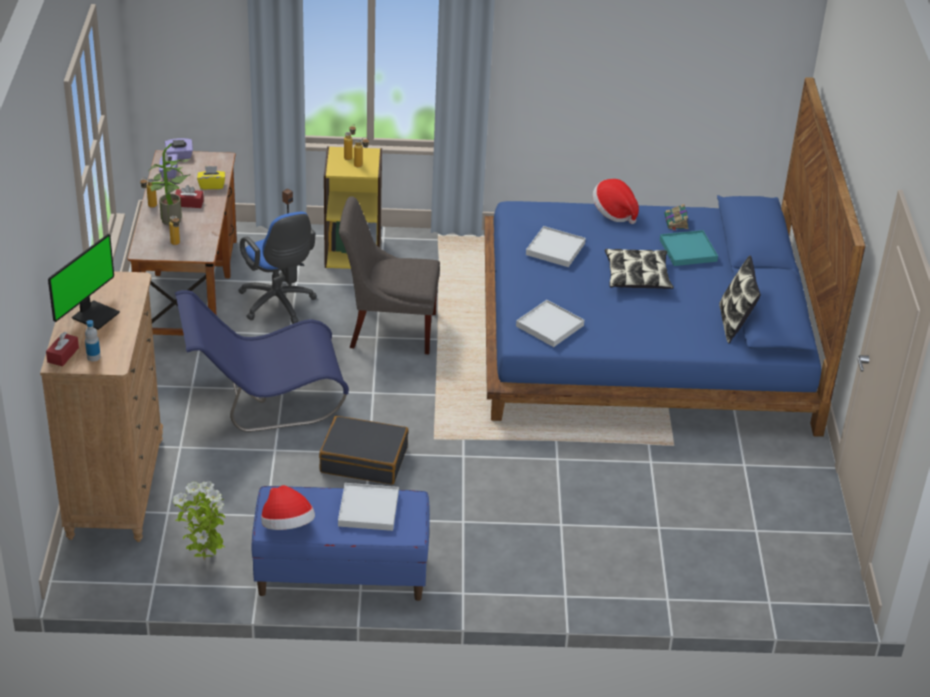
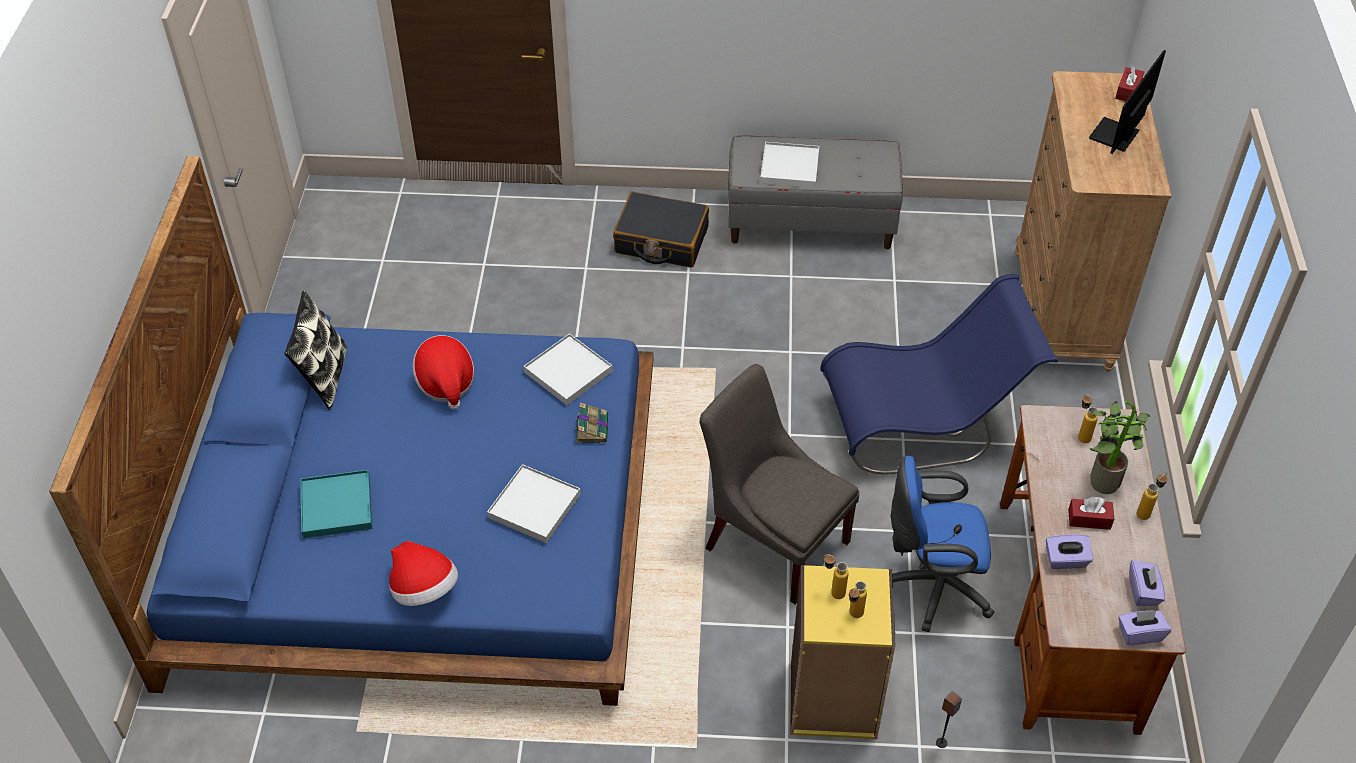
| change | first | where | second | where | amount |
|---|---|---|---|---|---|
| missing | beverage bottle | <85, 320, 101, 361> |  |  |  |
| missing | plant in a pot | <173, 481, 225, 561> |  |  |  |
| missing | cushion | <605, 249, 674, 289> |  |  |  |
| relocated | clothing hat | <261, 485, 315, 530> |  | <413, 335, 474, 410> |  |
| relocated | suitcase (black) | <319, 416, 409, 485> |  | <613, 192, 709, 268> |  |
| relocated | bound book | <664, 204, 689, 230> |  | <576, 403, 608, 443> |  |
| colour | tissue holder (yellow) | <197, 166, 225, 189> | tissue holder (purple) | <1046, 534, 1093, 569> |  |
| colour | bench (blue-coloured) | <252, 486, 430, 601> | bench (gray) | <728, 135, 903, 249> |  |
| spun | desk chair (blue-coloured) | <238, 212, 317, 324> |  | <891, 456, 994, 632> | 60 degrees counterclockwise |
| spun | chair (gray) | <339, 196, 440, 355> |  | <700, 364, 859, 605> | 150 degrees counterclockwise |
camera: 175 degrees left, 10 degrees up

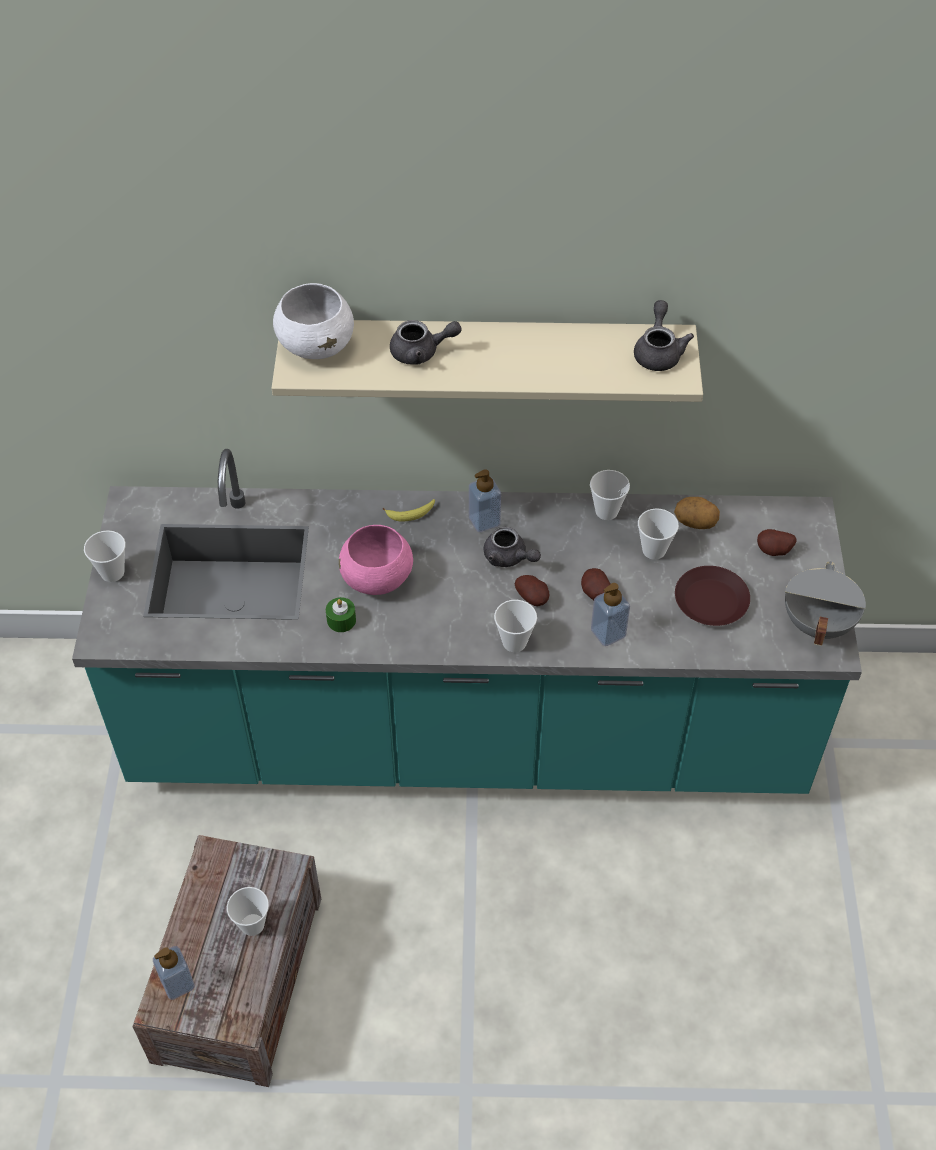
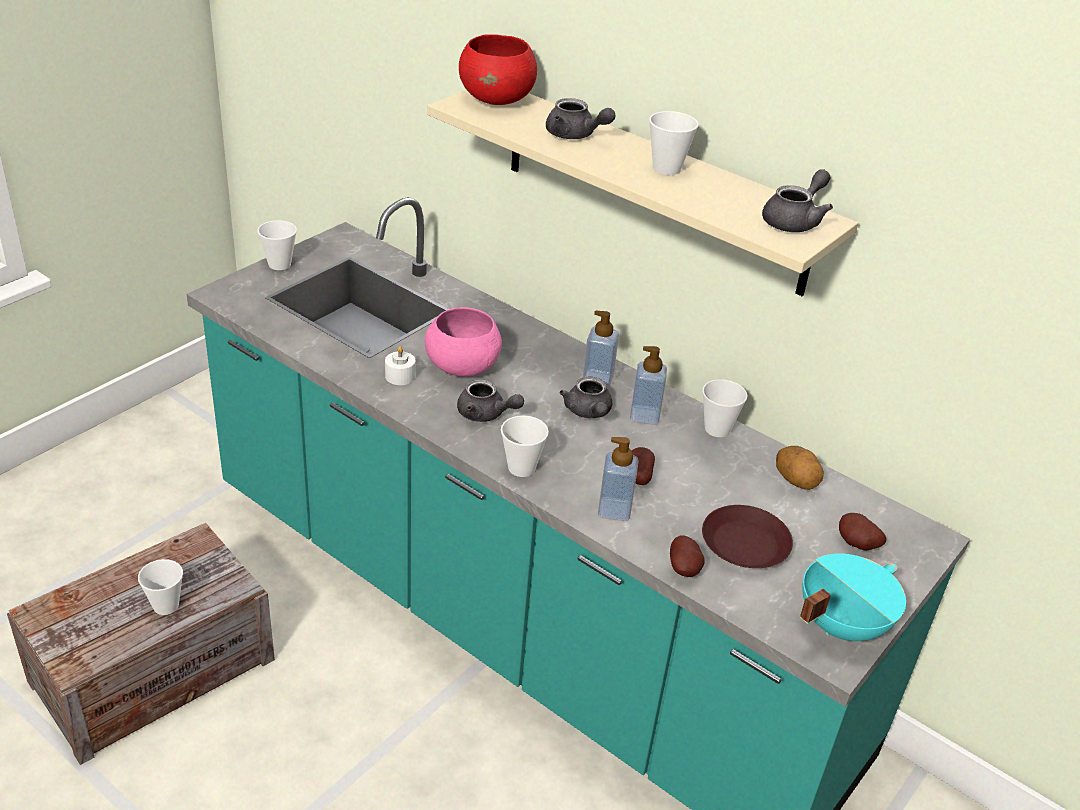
| change | first | where | second | where | amount |
|---|---|---|---|---|---|
| missing | banana | <383, 499, 435, 522> |  |  |  |
| appeared |  |  | tea pot (gray) | <457, 379, 524, 422> |  |
| relocated | soap dispenser | <153, 946, 195, 1000> |  | <630, 346, 667, 425> |  |
| relocated | potato | <515, 575, 549, 606> |  | <670, 535, 705, 577> |  |
| relocated | drinking cup | <638, 508, 679, 560> |  | <649, 111, 699, 175> |  |
| colour | bowl (white) | <273, 283, 354, 359> | bowl (red) | <459, 34, 537, 105> |  |
| colour | wax light (green) | <326, 597, 356, 632> | wax light (white) | <385, 346, 415, 385> |  |
| colour | cooking pot (gray) | <785, 561, 866, 646> | cooking pot (blue-green) | <800, 553, 906, 641> |  |
camera: 35 degrees right, 15 degrees down

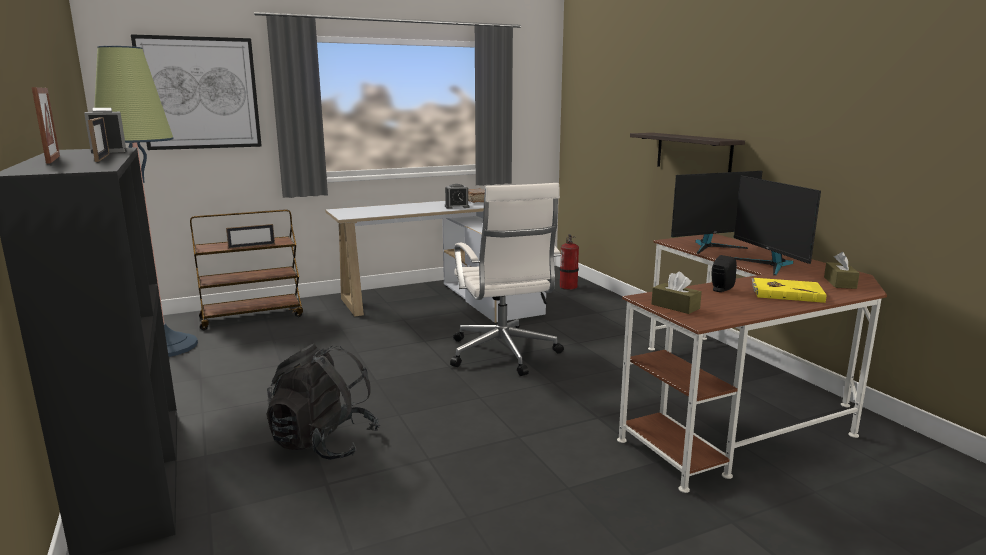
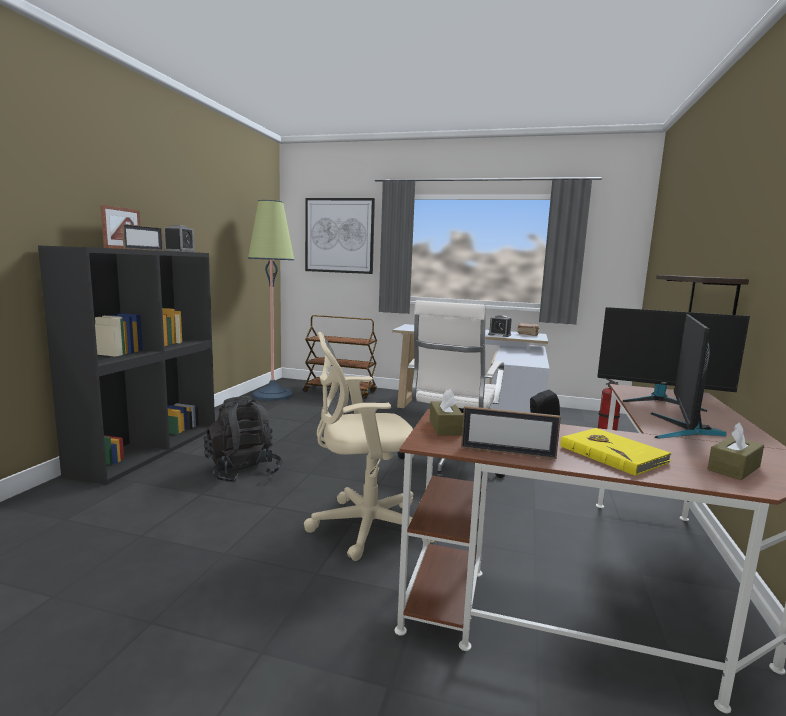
| change | first | where | second | where | amount |
|---|---|---|---|---|---|
| appeared |  |  | desk chair (beige-coloured) | <304, 332, 435, 561> |  |
| relocated | standing frame | <226, 224, 275, 249> |  | <461, 406, 561, 459> |  |
camera: 40 degrees right, 5 degrees down

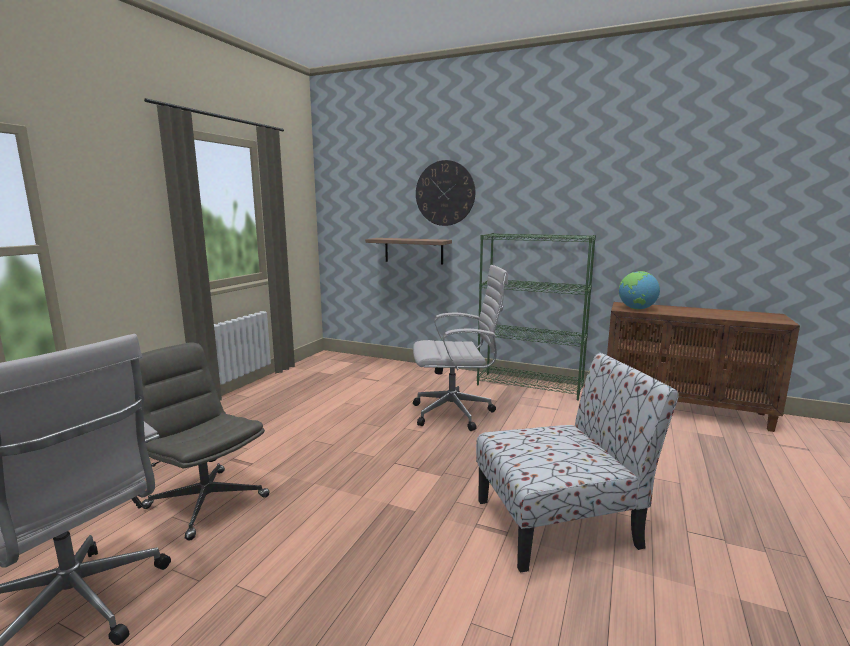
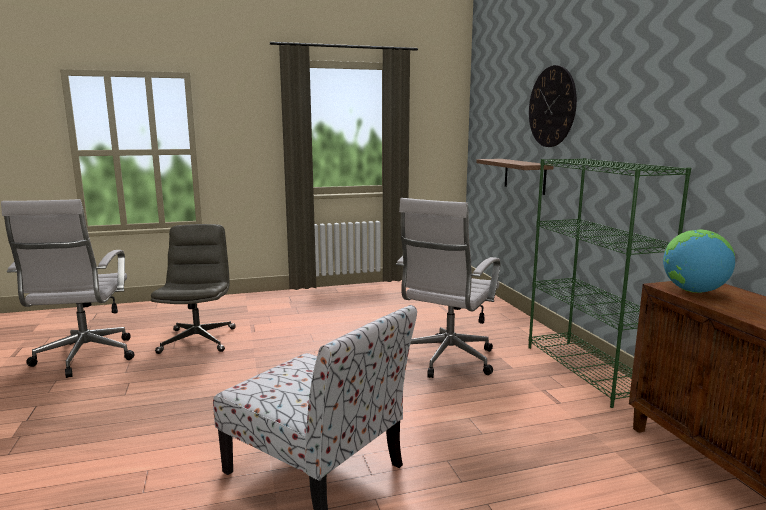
| change | first | where | second | where | amount |
|---|---|---|---|---|---|
| spun | desk chair (white) | <413, 265, 508, 431> |  | <396, 198, 500, 378> | 75 degrees clockwise |
camera: 50 degrees right, 0 degrees up

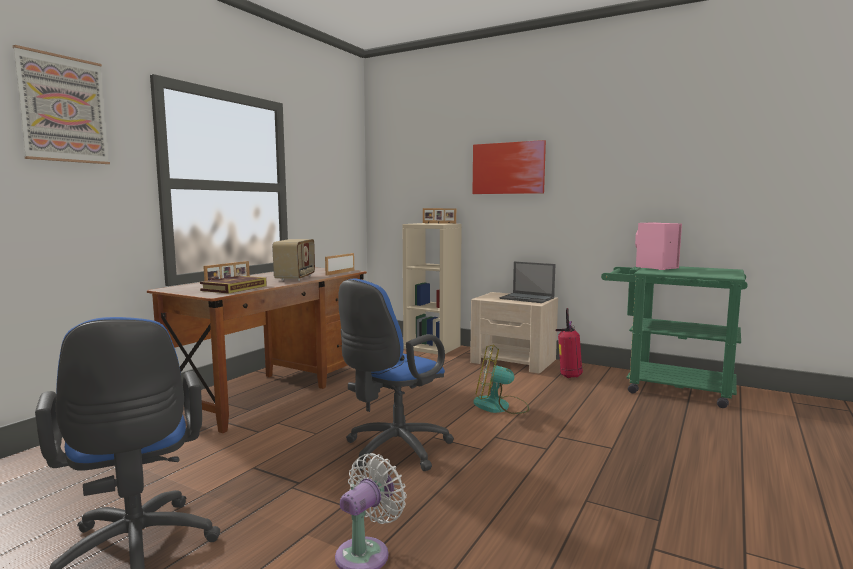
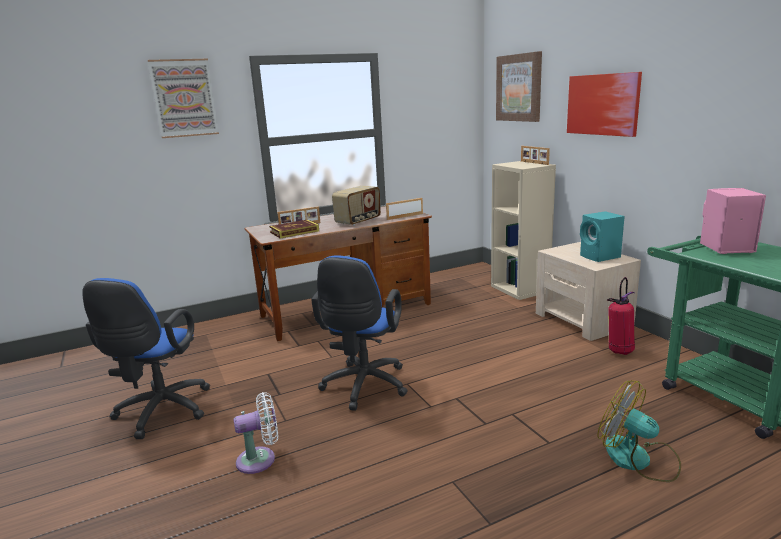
| change | first | where | second | where | amount |
|---|---|---|---|---|---|
| appeared |  |  | picture | <496, 51, 542, 122> |  |
| relocated | fan | <473, 344, 529, 414> |  | <598, 381, 681, 482> |  |
| exchanged | portable computer | <500, 261, 555, 303> | loudspeaker (blue-green) | <580, 211, 625, 262> |  |
| spun | desk chair (blue-coloured) | <338, 279, 454, 471> |  | <311, 255, 408, 411> | 60 degrees counterclockwise |
camera: 35 degrees right, 10 degrees up

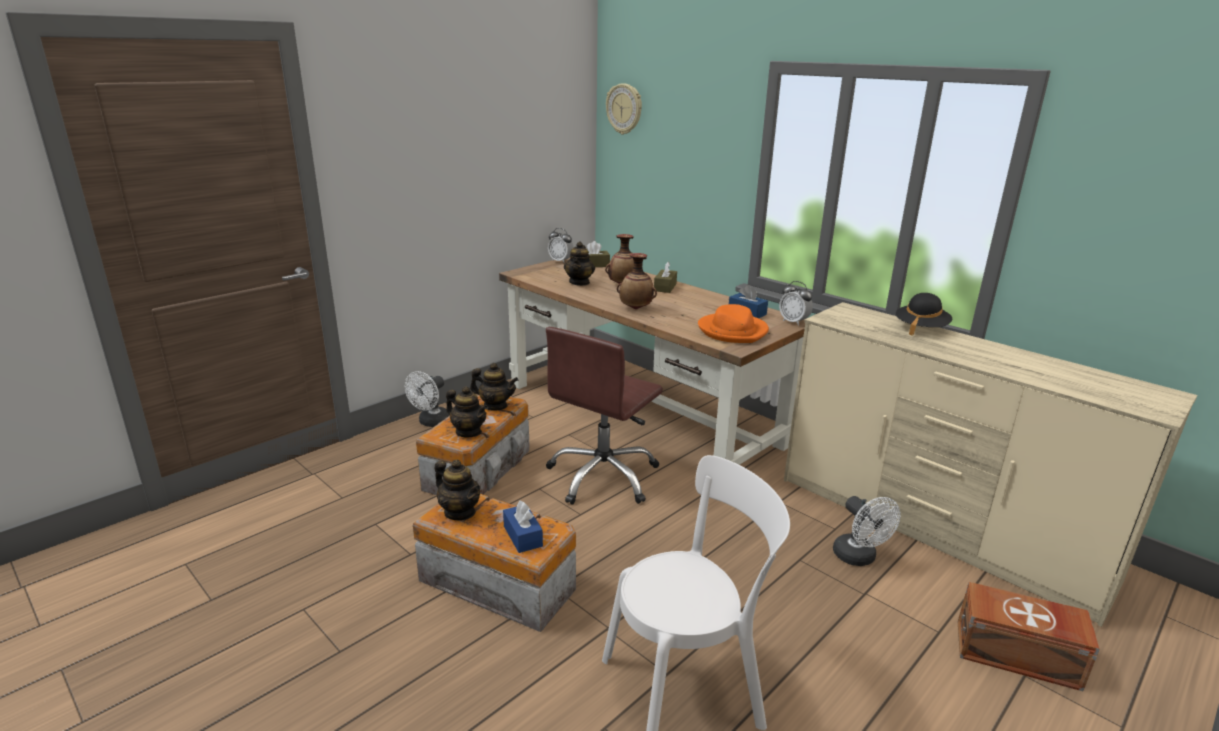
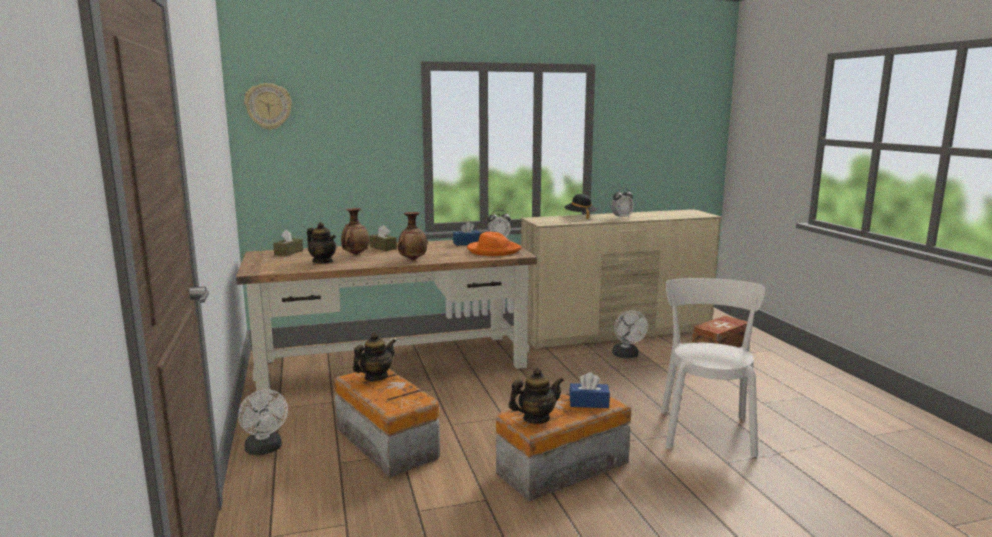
| change | first | where | second | where | amount |
|---|---|---|---|---|---|
| missing | tea pot | <446, 386, 488, 437> |  |  |  |
| missing | desk chair (brownish) | <546, 327, 663, 505> |  |  |  |
| relocated | bedside clock | <548, 228, 573, 262> |  | <611, 188, 634, 218> |  |
| spun | fan (white) | <833, 496, 901, 566> |  | <612, 310, 648, 358> | 75 degrees clockwise |
camera: 60 degrees left, 10 degrees down

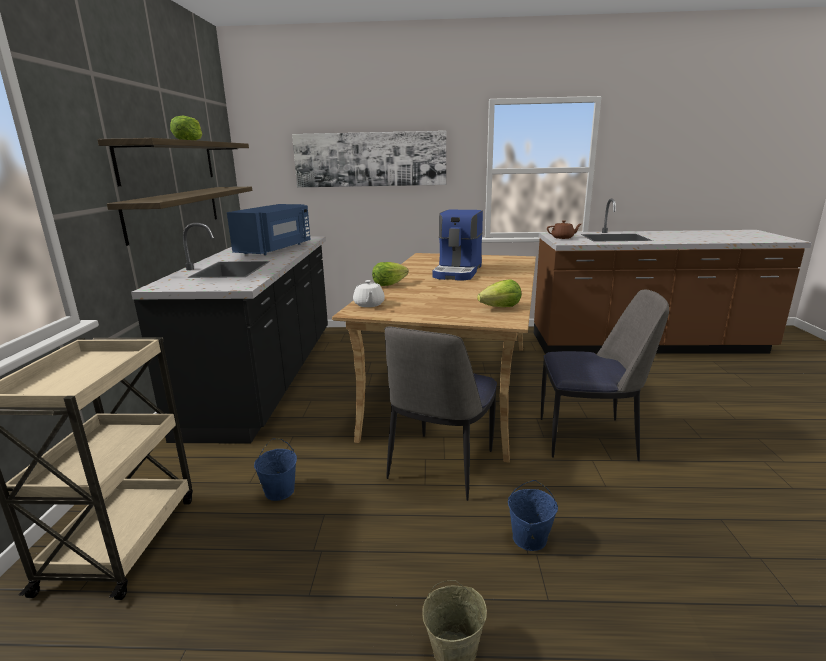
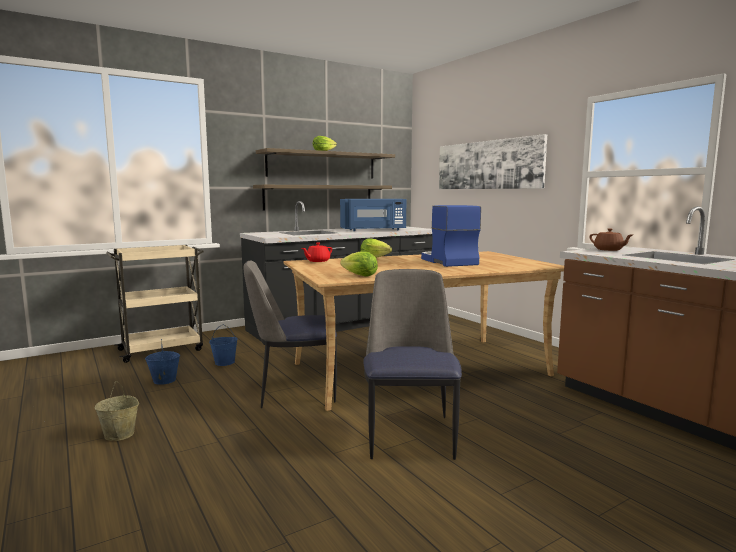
| change | first | where | second | where | amount |
|---|---|---|---|---|---|
| relocated | bucket (blue-coloured) | <508, 480, 558, 551> |  | <145, 339, 180, 385> |  |
| colour | tea pot (white) | <353, 280, 385, 307> | tea pot (red) | <302, 242, 332, 262> |  |
| spun | coffee maker | <433, 210, 483, 281> |  | <421, 205, 481, 267> | 90 degrees clockwise |
| spun | chair | <541, 290, 669, 461> |  | <364, 269, 462, 460> | 150 degrees counterclockwise |
camera: 55 degrees right, 10 degrees down

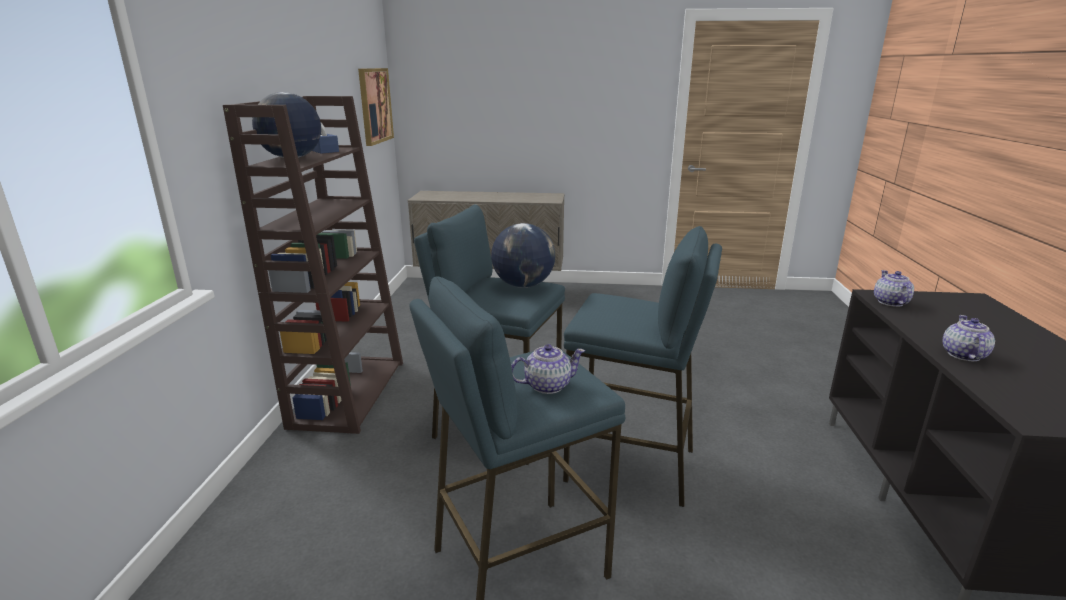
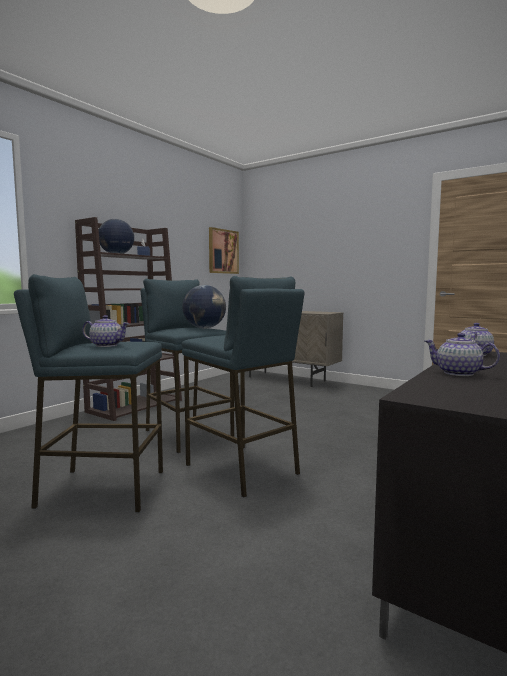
| change | first | where | second | where | amount |
|---|---|---|---|---|---|
| spun | tea pot | <942, 315, 995, 361> |  | <425, 333, 500, 376> | 105 degrees counterclockwise |
camera: 30 degrees right, 15 degrees down

